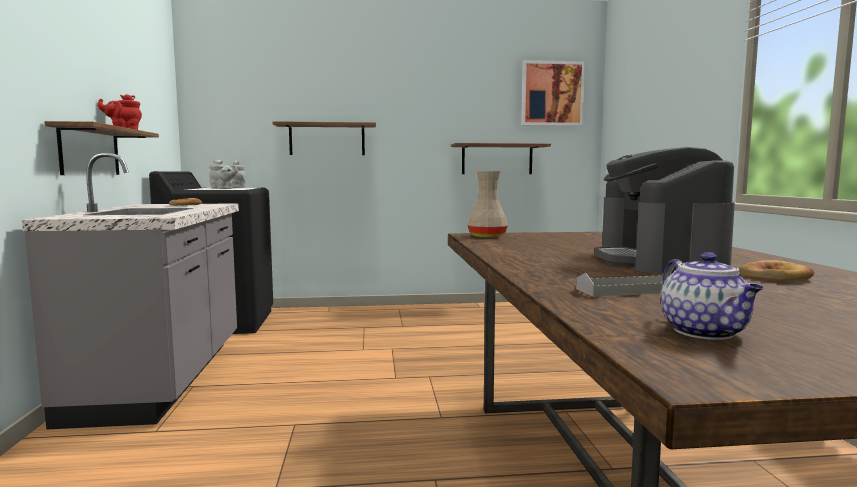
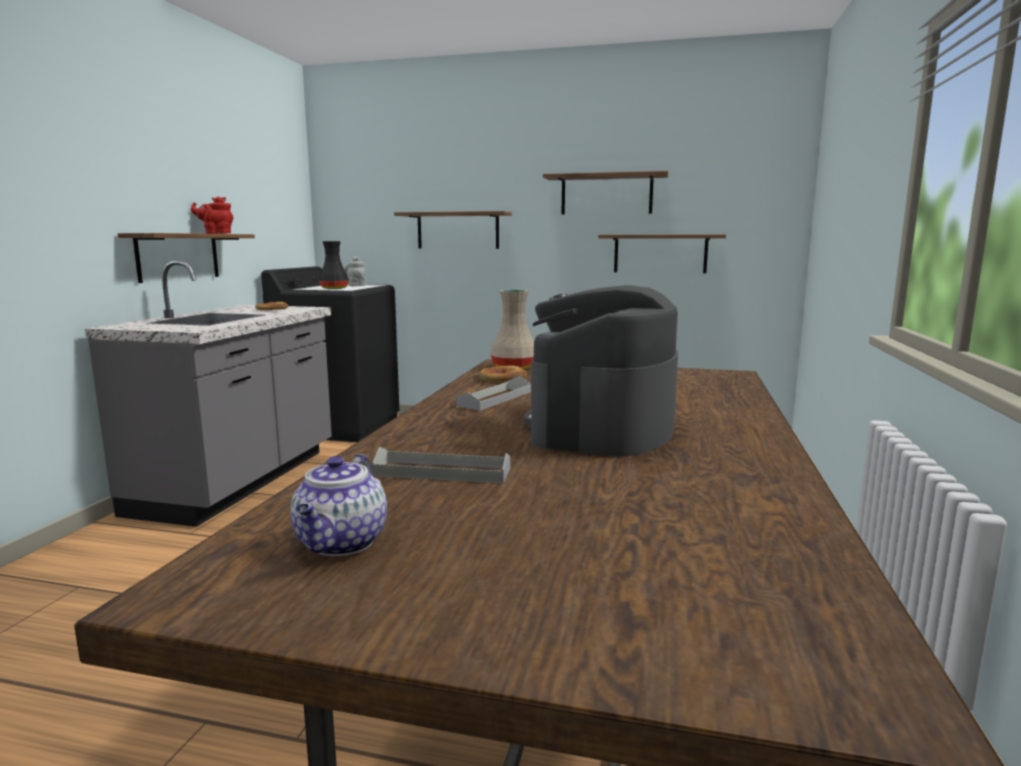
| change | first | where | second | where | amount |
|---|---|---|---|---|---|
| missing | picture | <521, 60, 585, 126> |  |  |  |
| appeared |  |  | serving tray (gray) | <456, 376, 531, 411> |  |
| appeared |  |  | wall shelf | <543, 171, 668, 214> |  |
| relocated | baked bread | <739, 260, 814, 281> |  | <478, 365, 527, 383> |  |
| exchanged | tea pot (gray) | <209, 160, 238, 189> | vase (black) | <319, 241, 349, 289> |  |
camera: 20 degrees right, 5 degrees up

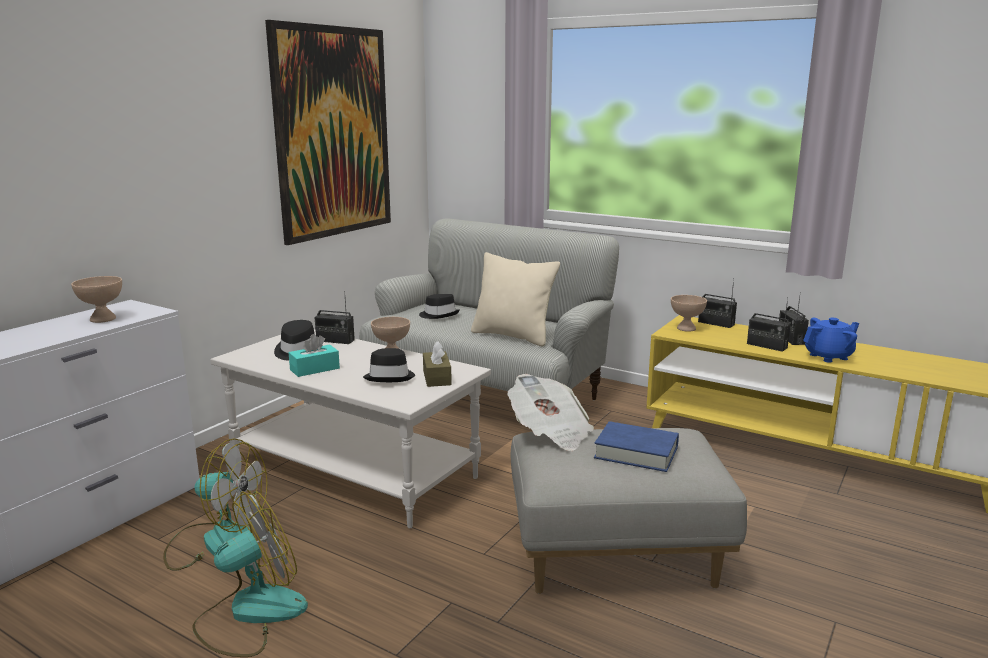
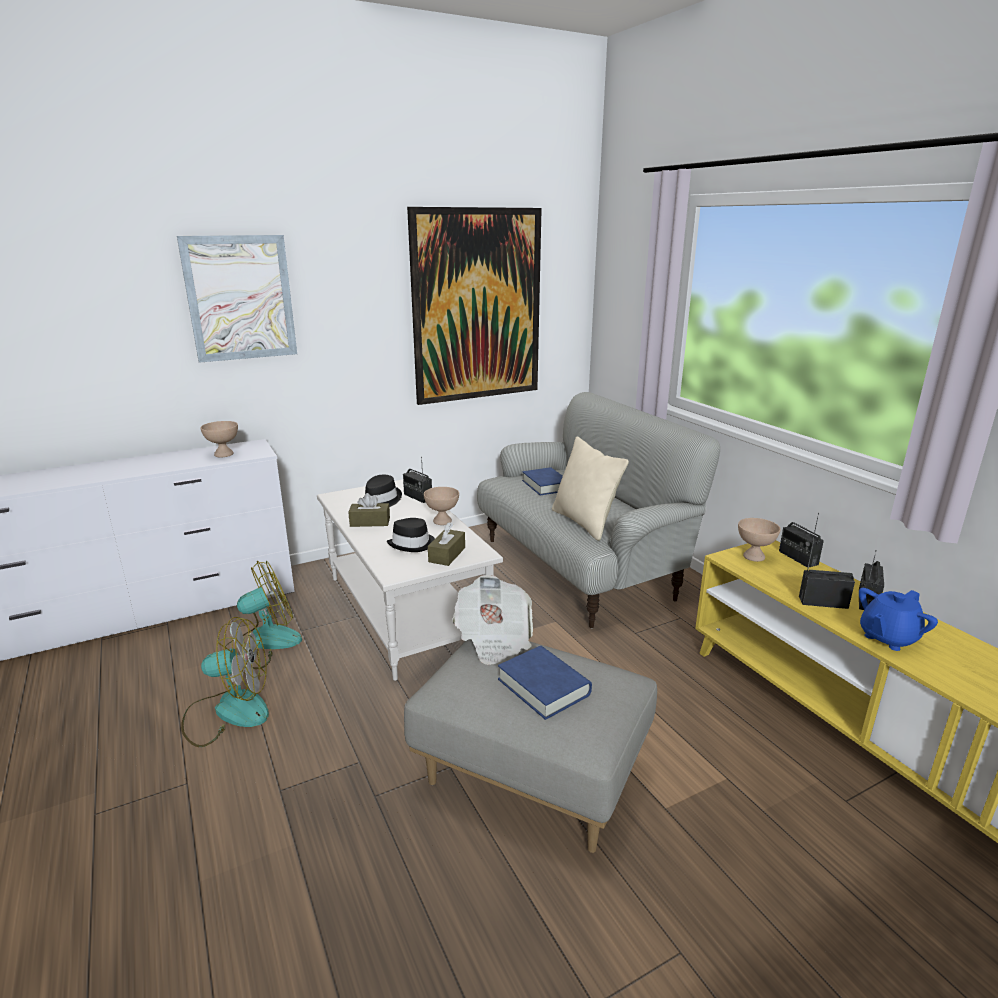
| change | first | where | second | where | amount |
|---|---|---|---|---|---|
| appeared |  |  | picture | <177, 235, 297, 363> |  |
| exchanged | clothing hat (black) | <419, 294, 460, 319> | bound book (blue-coloured) | <522, 467, 563, 495> |  |
| colour | tissue holder (blue-green) | <289, 334, 340, 377> | tissue holder (brownish) | <349, 493, 390, 527> |  |
| spun | fan | <163, 439, 268, 571> |  | <225, 560, 302, 669> | 75 degrees counterclockwise |
| spun | radio set | <747, 297, 791, 352> |  | <799, 541, 855, 609> | 120 degrees clockwise |
| spun | tea pot (blue-coloured) | <803, 318, 859, 363> |  | <859, 588, 938, 651> | 135 degrees clockwise |
camera: 30 degrees right, 5 degrees up

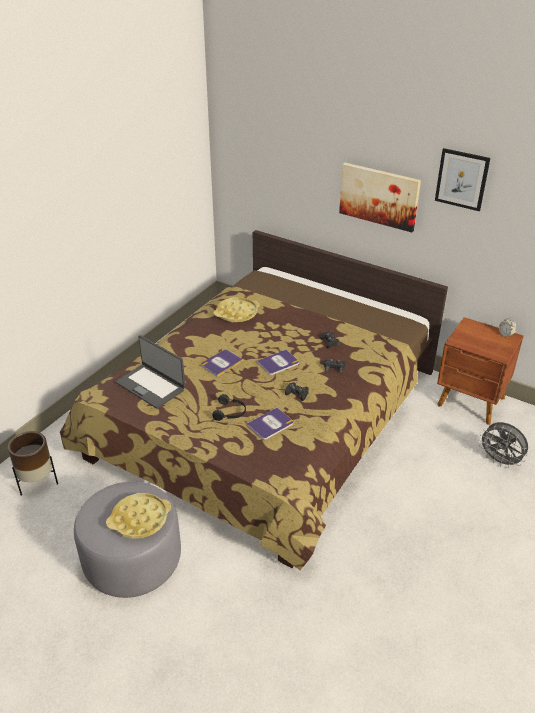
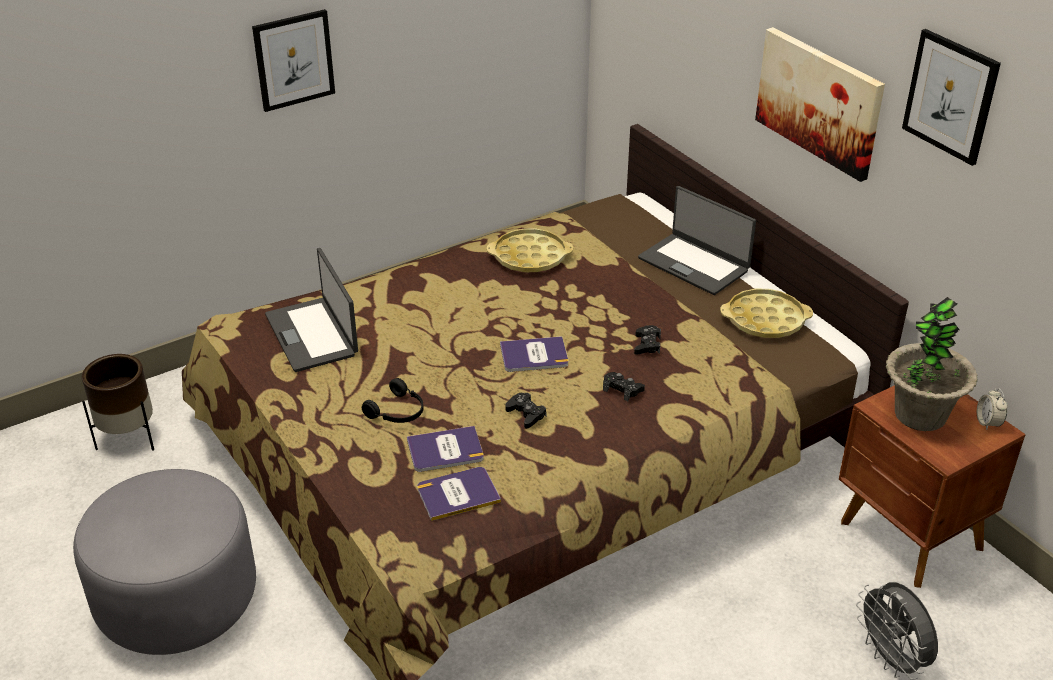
| change | first | where | second | where | amount |
|---|---|---|---|---|---|
| appeared |  |  | picture | <252, 9, 335, 112> |  |
| appeared |  |  | portable computer | <638, 186, 756, 295> |  |
| appeared |  |  | plant in a pot | <886, 297, 978, 431> |  |
| relocated | serving tray (yellow) | <106, 493, 171, 539> |  | <720, 289, 813, 338> |  |
| relocated | bound book | <201, 350, 243, 377> |  | <417, 467, 501, 521> |  |
camera: 25 degrees right, 0 degrees up

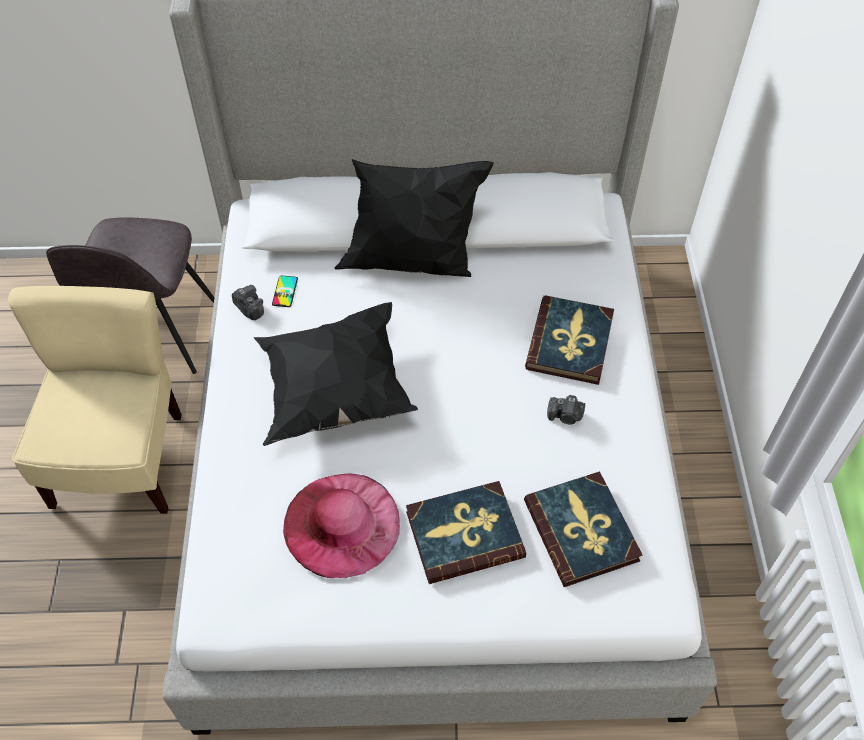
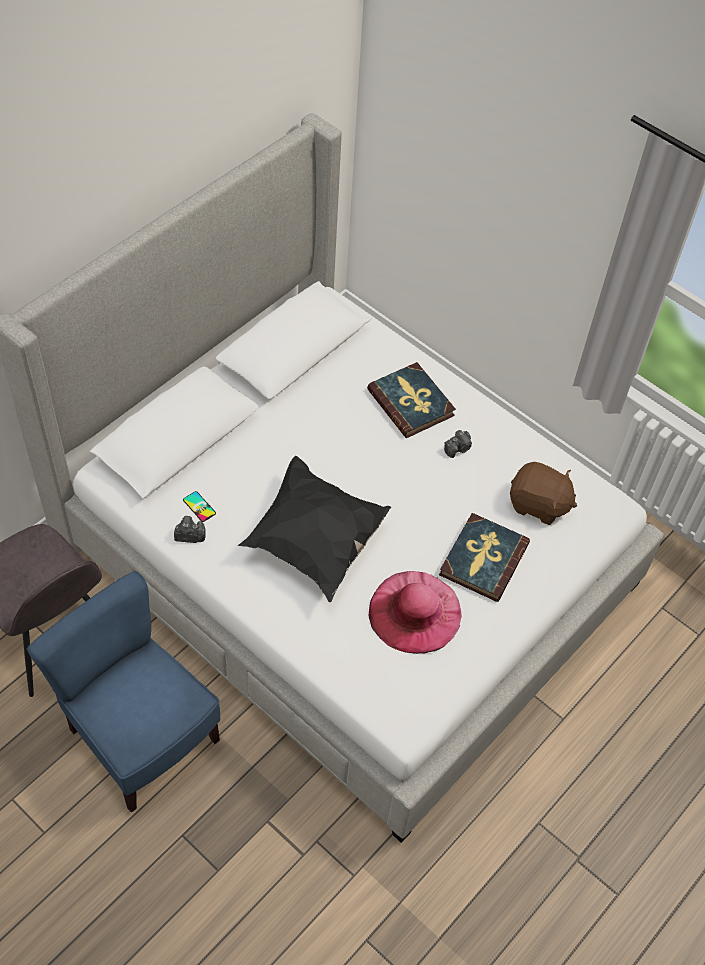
| change | first | where | second | where | amount |
|---|---|---|---|---|---|
| missing | cushion (black) | <335, 159, 494, 277> |  |  |  |
| exchanged | bound book | <524, 471, 643, 587> | plush toy (brownish) | <510, 462, 577, 525> |  |
| colour | chair (beige-coloured) | <8, 286, 182, 514> | chair (blue-coloured) | <27, 571, 220, 813> |  |
camera: 50 degrees left, 0 degrees up

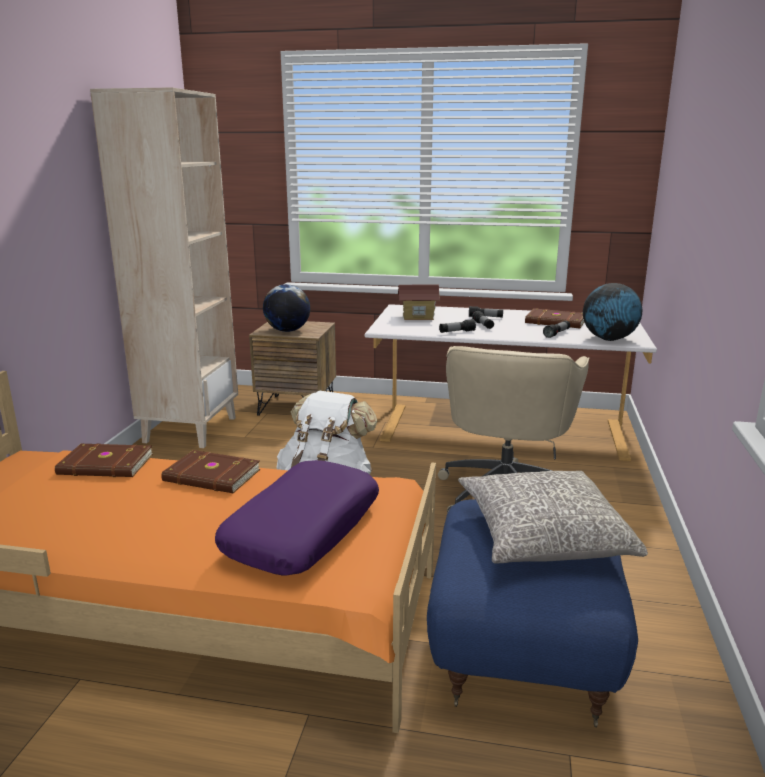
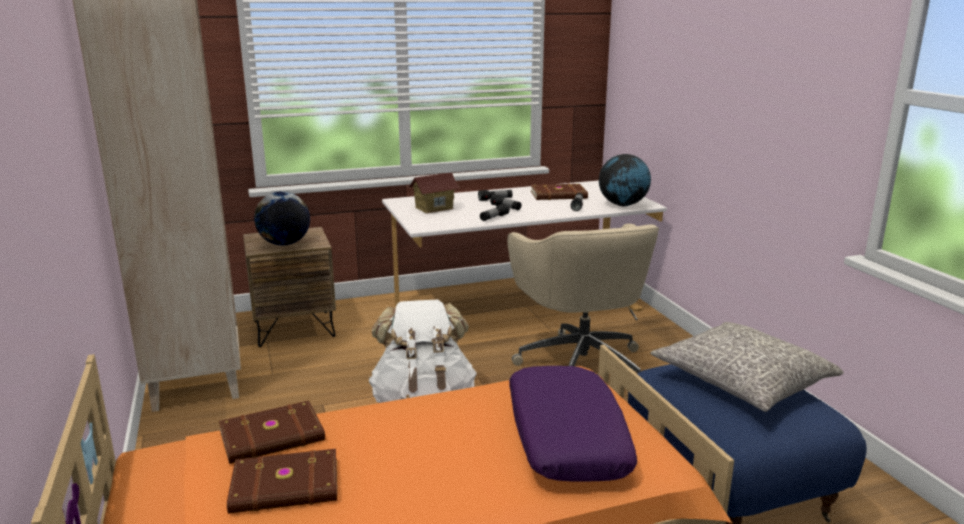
| change | first | where | second | where | amount |
|---|---|---|---|---|---|
| relocated | bound book (brownish) | <161, 450, 260, 493> |  | <227, 449, 337, 514> |  |
camera: 30 degrees left, 0 degrees up

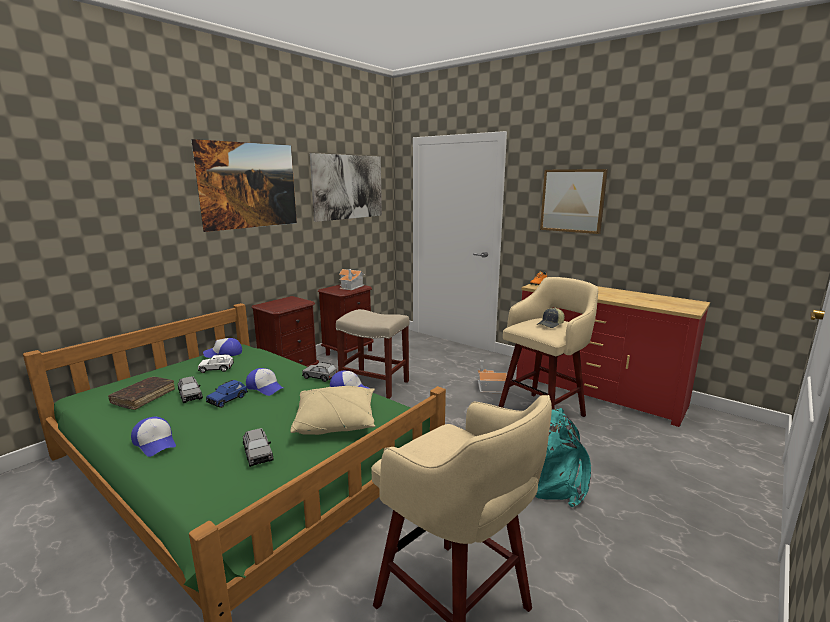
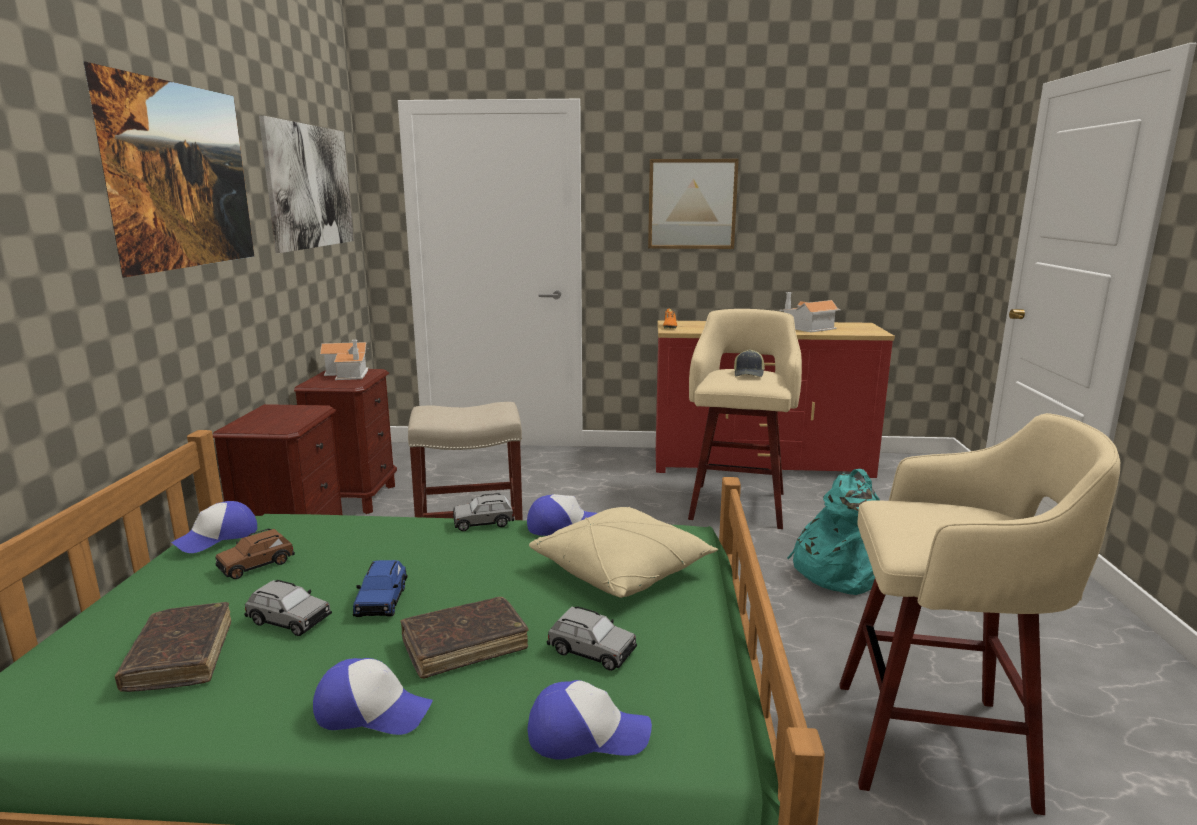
| change | first | where | second | where | amount |
|---|---|---|---|---|---|
| appeared |  |  | bound book (brownish) | <400, 597, 529, 679> |  |
| relocated | peaked cap | <246, 368, 283, 396> |  | <528, 680, 652, 760> |  |
| relocated | miniature house | <477, 360, 507, 393> |  | <779, 292, 841, 332> |  |
| colour | model car (white) | <198, 354, 234, 373> | model car (brownish) | <215, 529, 295, 579> |  |
camera: 35 degrees left, 0 degrees up

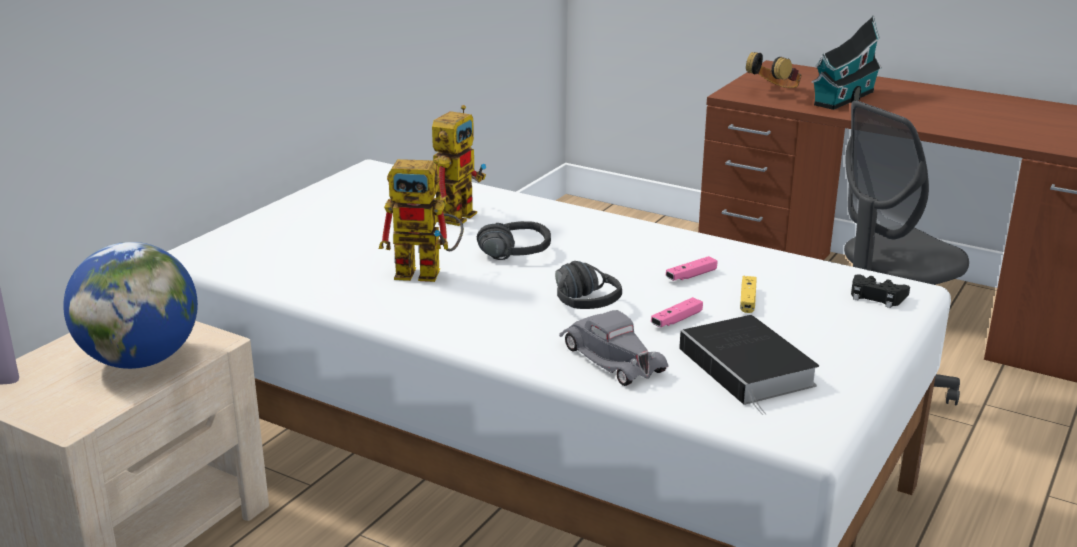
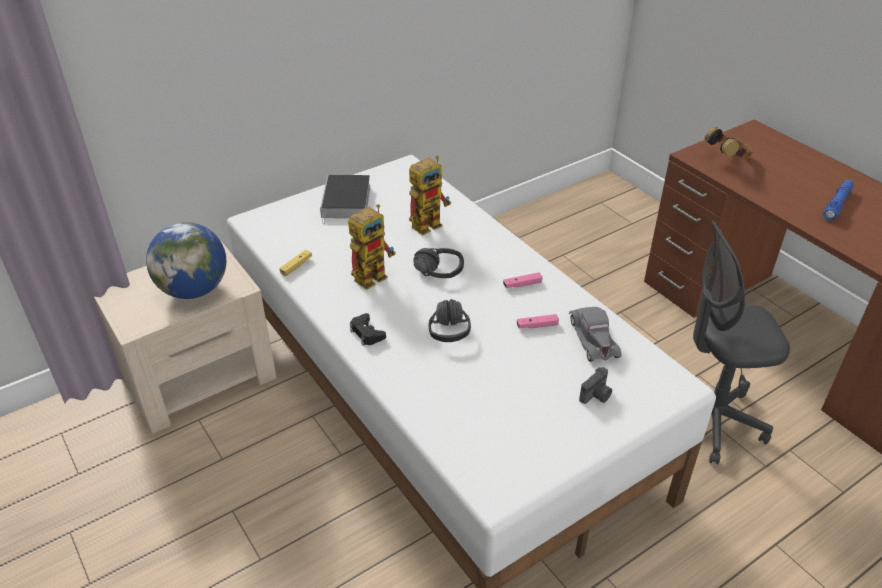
| change | first | where | second | where | amount |
|---|---|---|---|---|---|
| missing | miniature house | <811, 16, 882, 110> |  |  |  |
| appeared |  |  | still camera | <579, 367, 612, 404> |  |
| appeared |  |  | flashlight (blue-coloured) | <823, 180, 854, 221> |  |
| relocated | model car (gray) | <559, 310, 668, 386> |  | <569, 307, 622, 362> |  |
| relocated | gamepad (pink-coloured) | <651, 297, 703, 327> |  | <503, 272, 543, 288> |  |
| relocated | bound book | <679, 315, 819, 415> |  | <320, 175, 370, 225> |  |
| relocated | gamepad (yellow) | <740, 276, 757, 313> |  | <279, 250, 312, 276> |  |
| relocated | gamepad (black) | <851, 274, 910, 308> |  | <350, 313, 386, 346> |  |
| spun | toy robot | <379, 158, 464, 282> |  | <348, 204, 396, 290> | 75 degrees counterclockwise |
camera: 25 degrees right, 15 degrees up

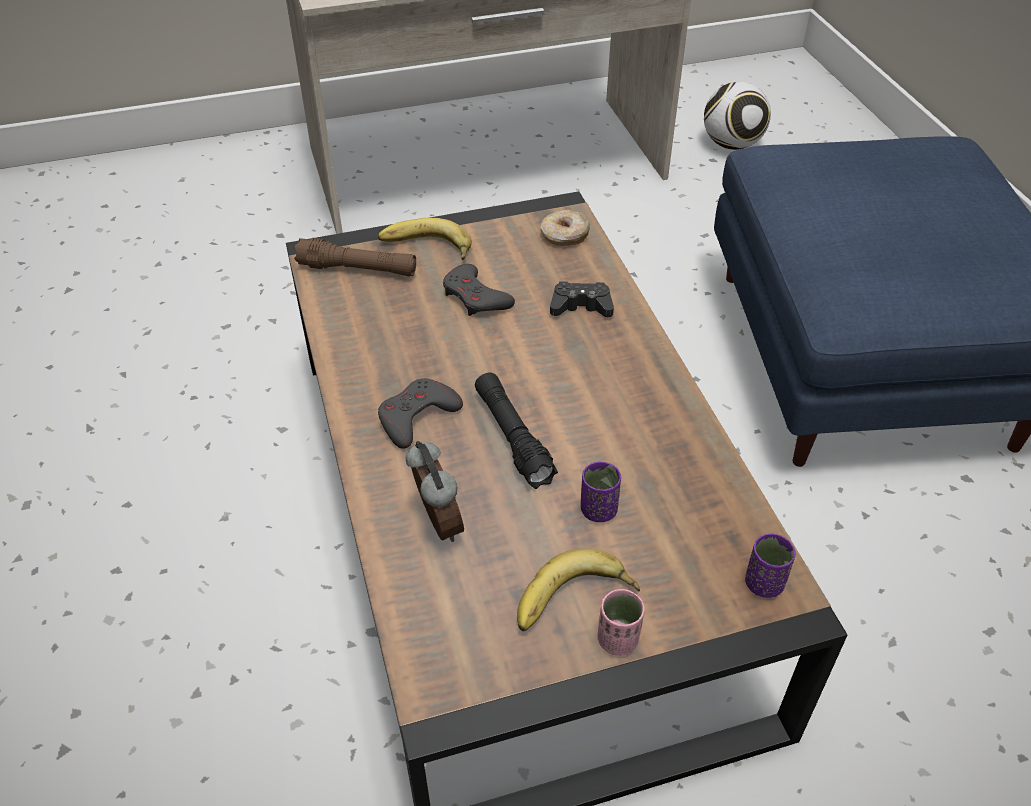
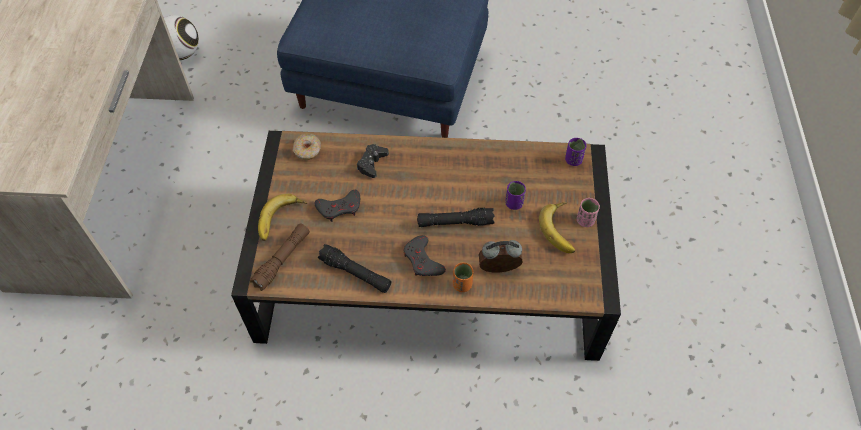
| change | first | where | second | where | amount |
|---|---|---|---|---|---|
| appeared |  |  | flashlight (black) | <318, 244, 392, 293> |  |
| appeared |  |  | drinking cup (orangey) | <453, 263, 473, 292> |  |
camera: 70 degrees left, 10 degrees up

